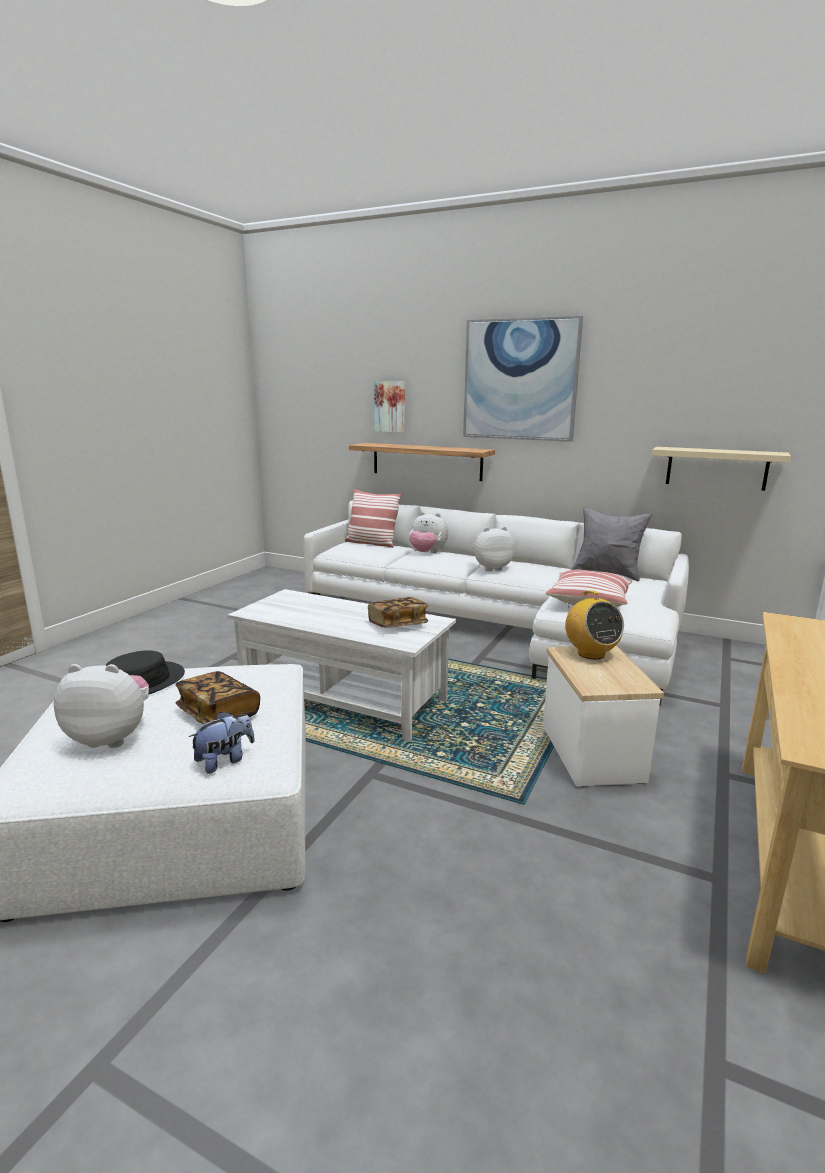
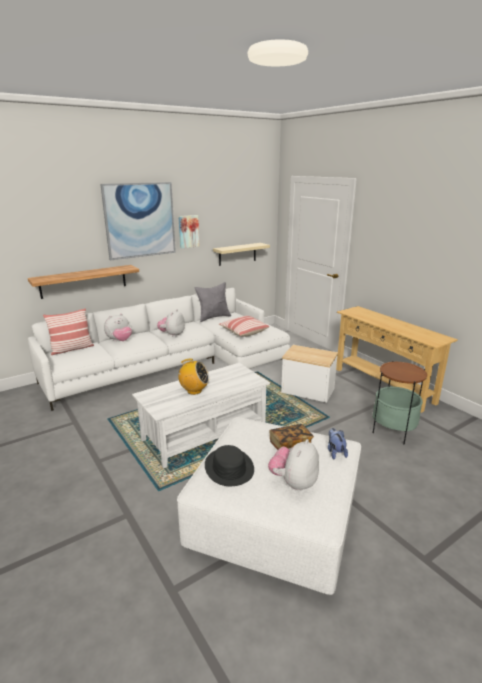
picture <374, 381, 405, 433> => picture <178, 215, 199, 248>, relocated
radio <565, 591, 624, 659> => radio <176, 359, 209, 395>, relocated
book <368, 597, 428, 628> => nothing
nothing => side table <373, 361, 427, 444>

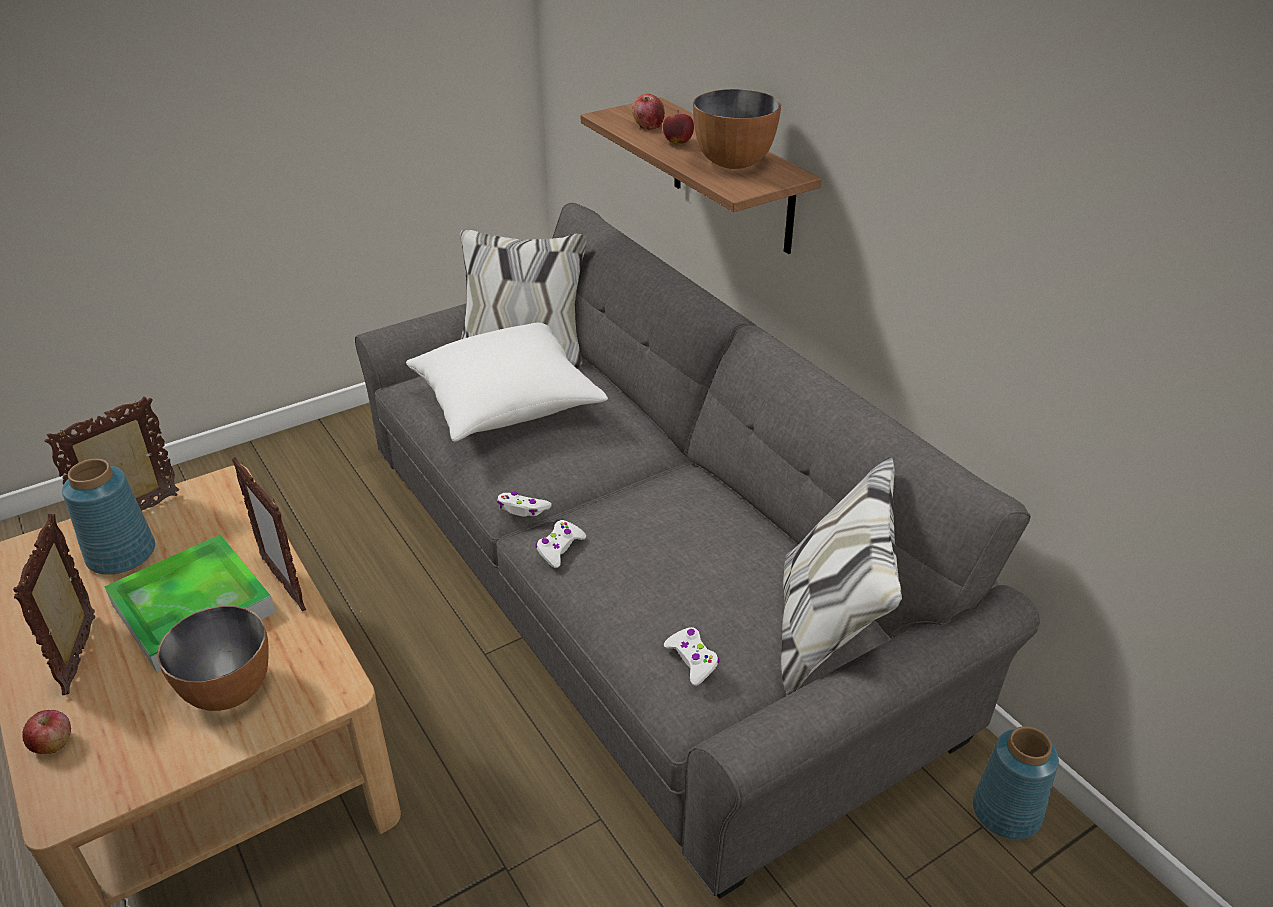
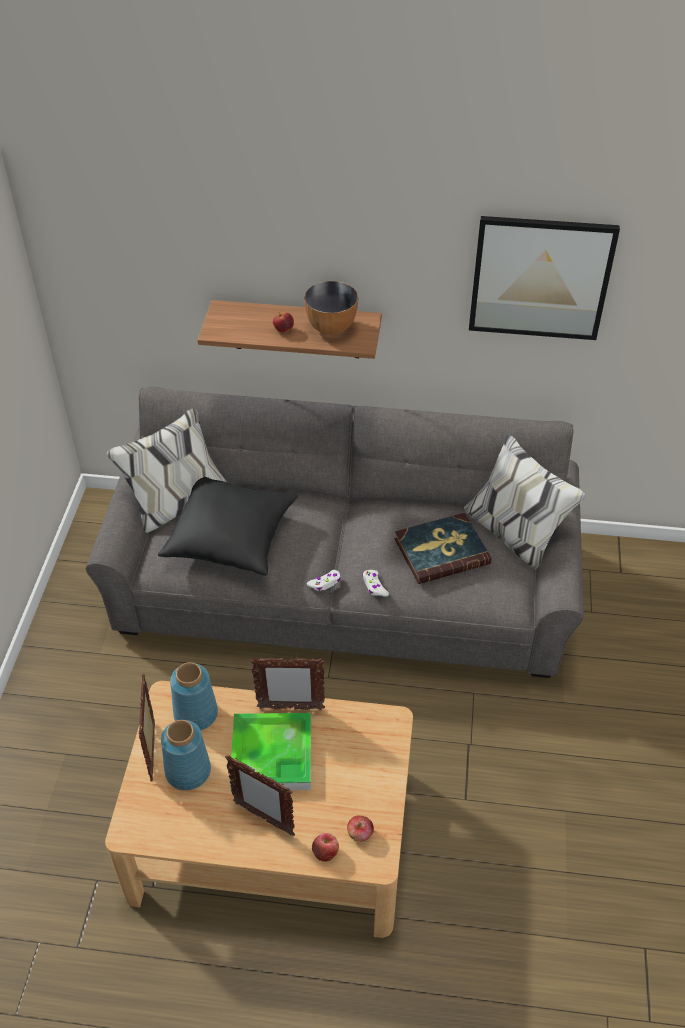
apple <632, 94, 665, 130> => apple <347, 815, 374, 842>, relocated
white pillow <406, 323, 608, 442> => black pillow <158, 477, 298, 576>
bowl <157, 606, 269, 711> => nothing
white game controller <664, 627, 719, 686> => nothing
blue vase <973, 726, 1059, 840> => blue vase <170, 662, 218, 730>, relocated
nothing => picture <469, 216, 620, 340>
nothing => book <395, 513, 491, 584>

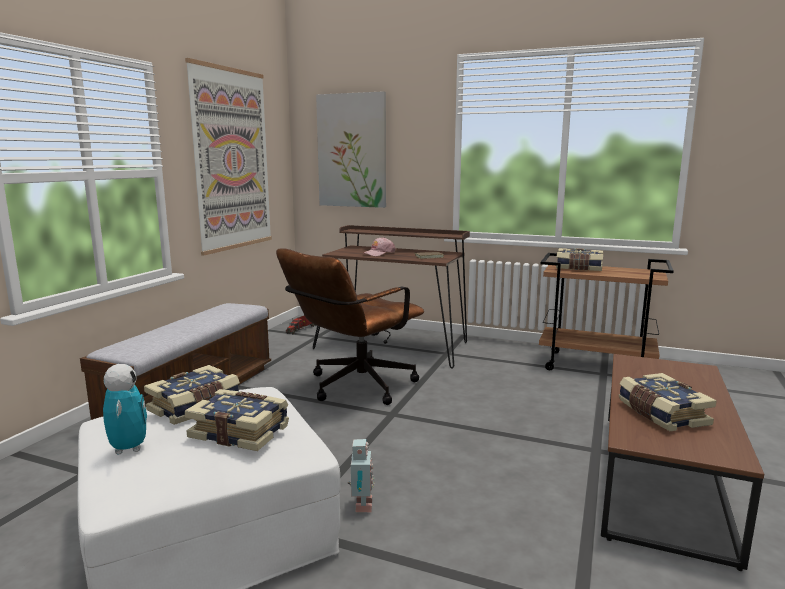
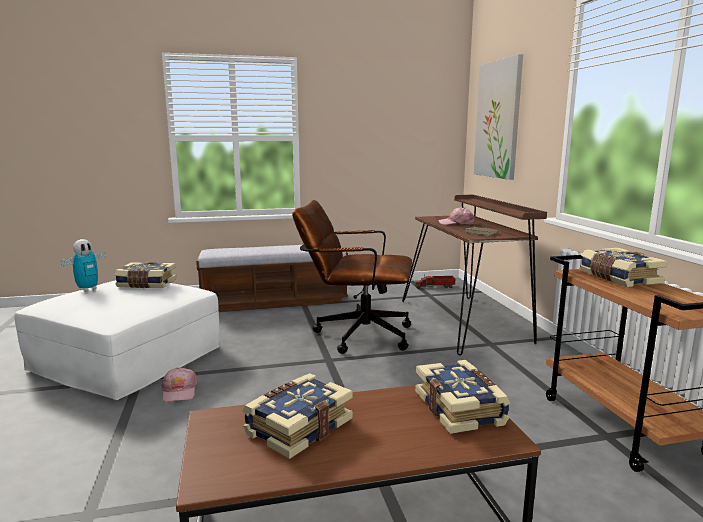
picture <185, 58, 272, 256> => nothing
book <185, 389, 289, 451> => book <415, 360, 510, 434>, relocated
toy robot <348, 439, 375, 512> => pink cap <162, 367, 198, 402>

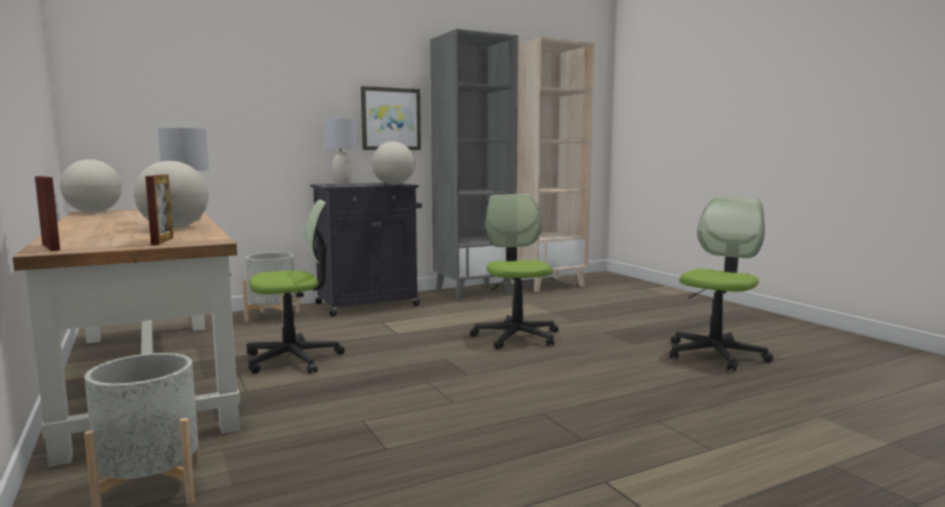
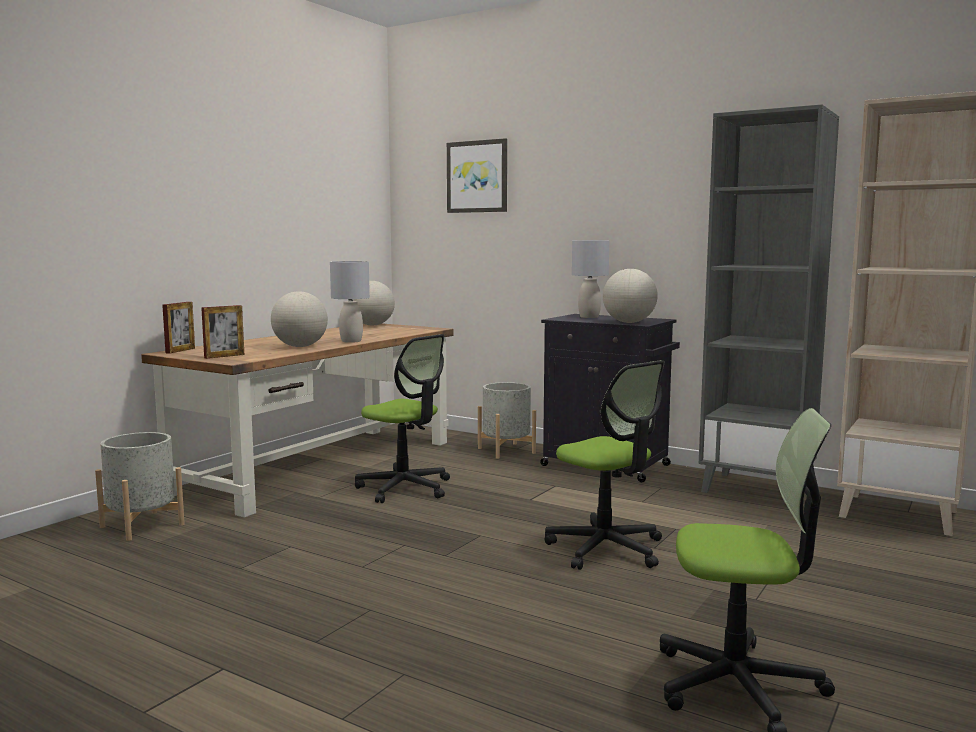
picture <361, 86, 421, 150> => picture <447, 138, 507, 213>, relocated
office chair <470, 194, 559, 349> => office chair <545, 360, 665, 570>, 90 degrees clockwise

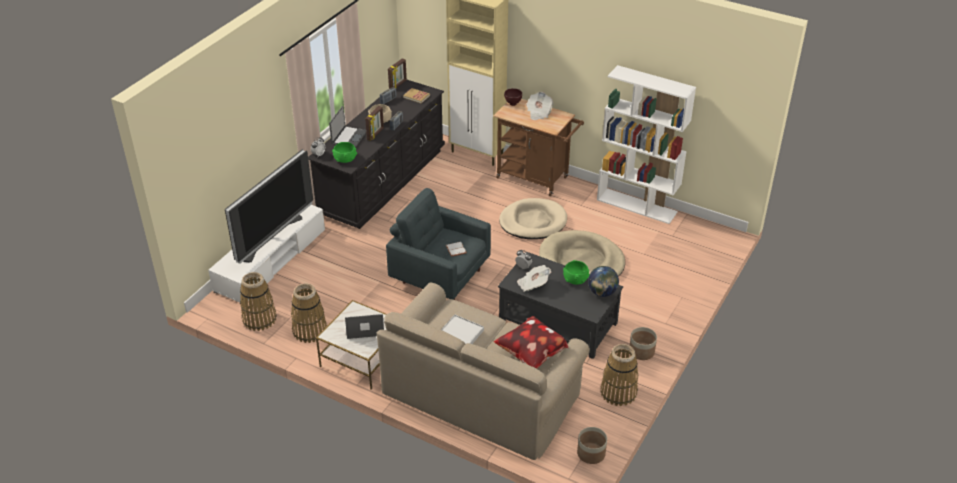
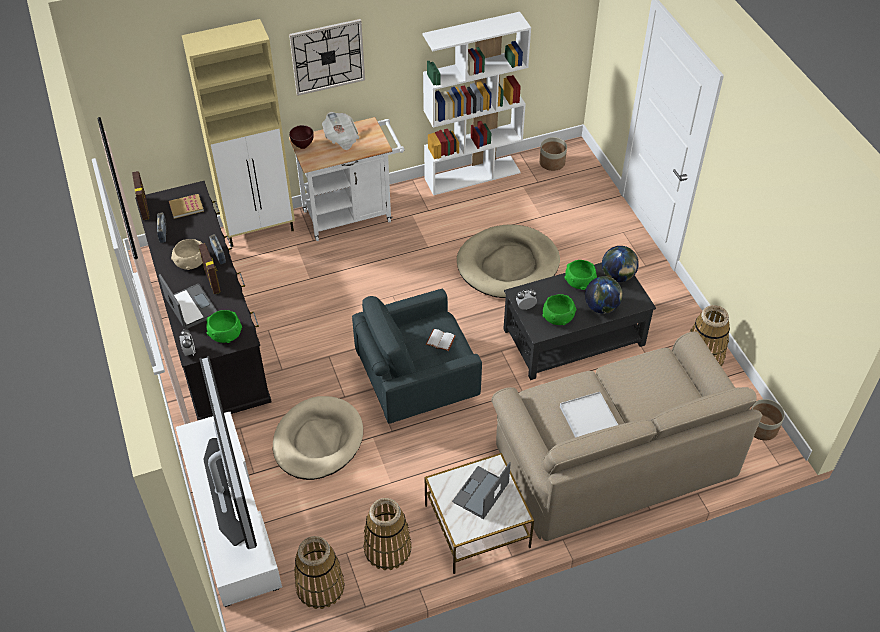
brown cart <494, 99, 584, 196> => white cart <289, 117, 405, 241>
beige dog bed <499, 198, 567, 239> => beige dog bed <273, 396, 363, 480>, relocated
newspaper <517, 265, 551, 292> => green bowl <542, 294, 576, 325>
pillow <494, 316, 568, 369> => nothing
planter <630, 327, 657, 360> => planter <539, 137, 567, 171>, relocated
nothing => wall clock <289, 19, 365, 96>
nothing => globe <585, 276, 623, 314>

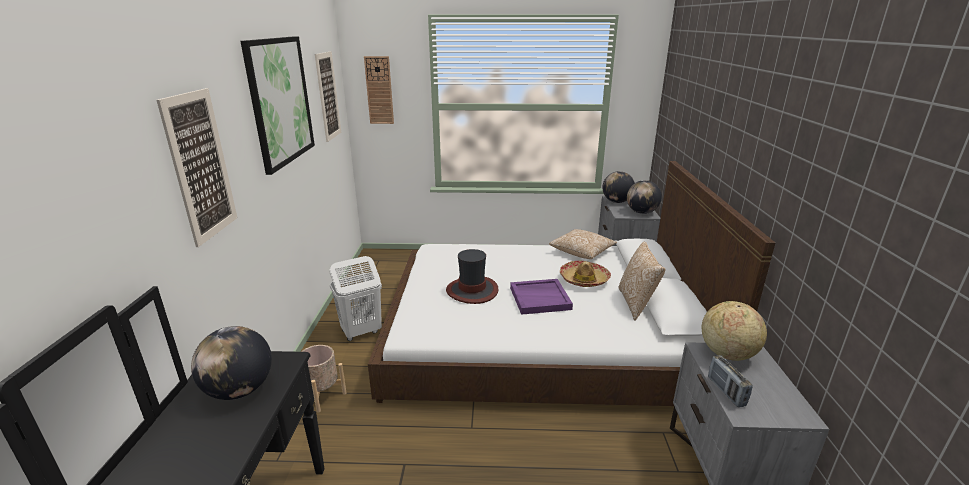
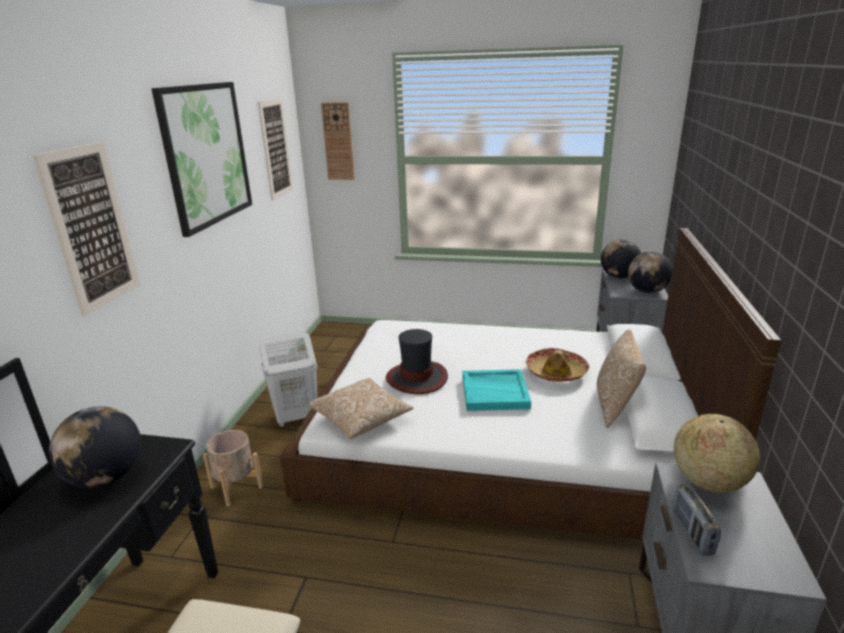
pillow <549, 229, 617, 259> => pillow <308, 378, 413, 439>, relocated
purple tray <510, 279, 573, 315> => turquoise tray <463, 369, 531, 411>

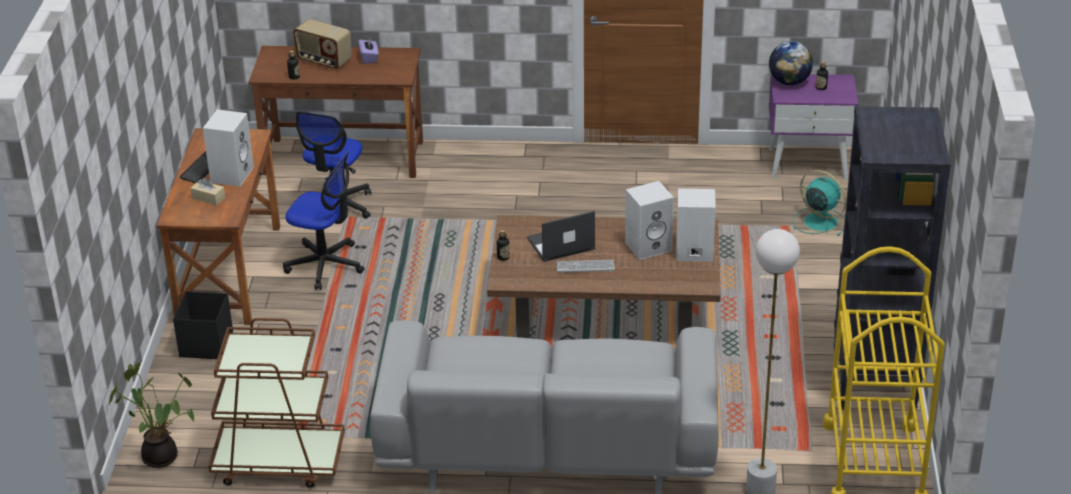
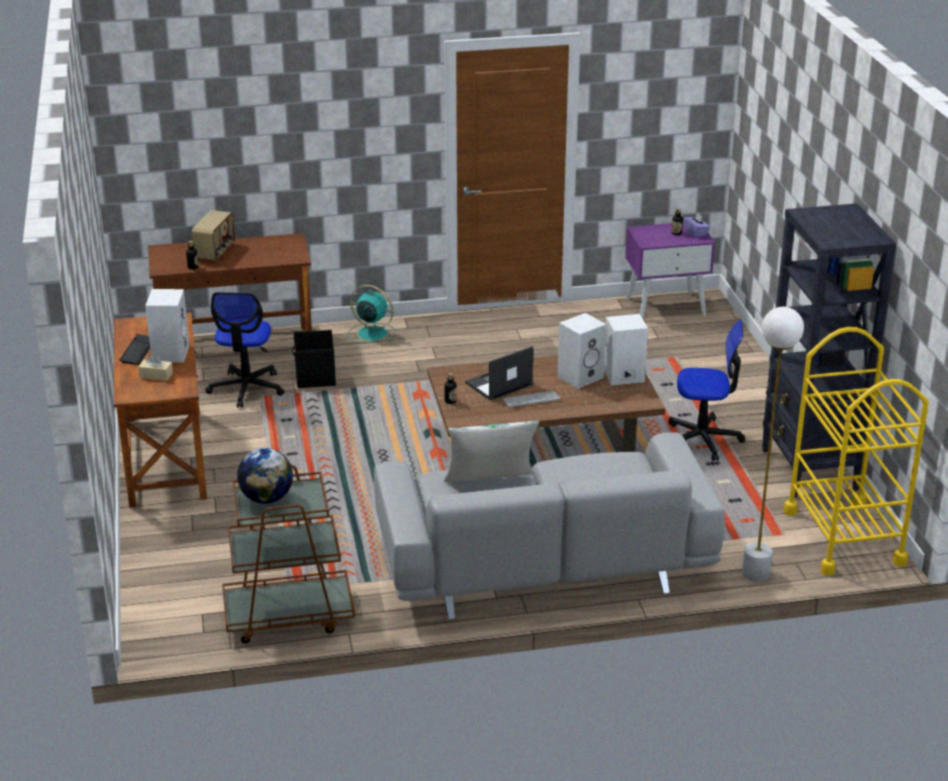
radio <293, 19, 352, 69> => radio <192, 210, 235, 260>, 90 degrees counterclockwise
purple tissue box <358, 38, 379, 64> => purple tissue box <684, 212, 710, 238>, relocated
globe <769, 41, 813, 85> => globe <237, 448, 293, 504>, relocated
office chair <283, 151, 365, 290> => office chair <669, 320, 745, 461>, relocated
turquoise fan <793, 170, 847, 236> => turquoise fan <347, 285, 396, 344>, relocated
black storage box <173, 291, 233, 359> => black storage box <292, 330, 336, 388>, relocated
potted plant <109, 363, 194, 468> => nothing
nothing => white pillow <444, 420, 539, 482>

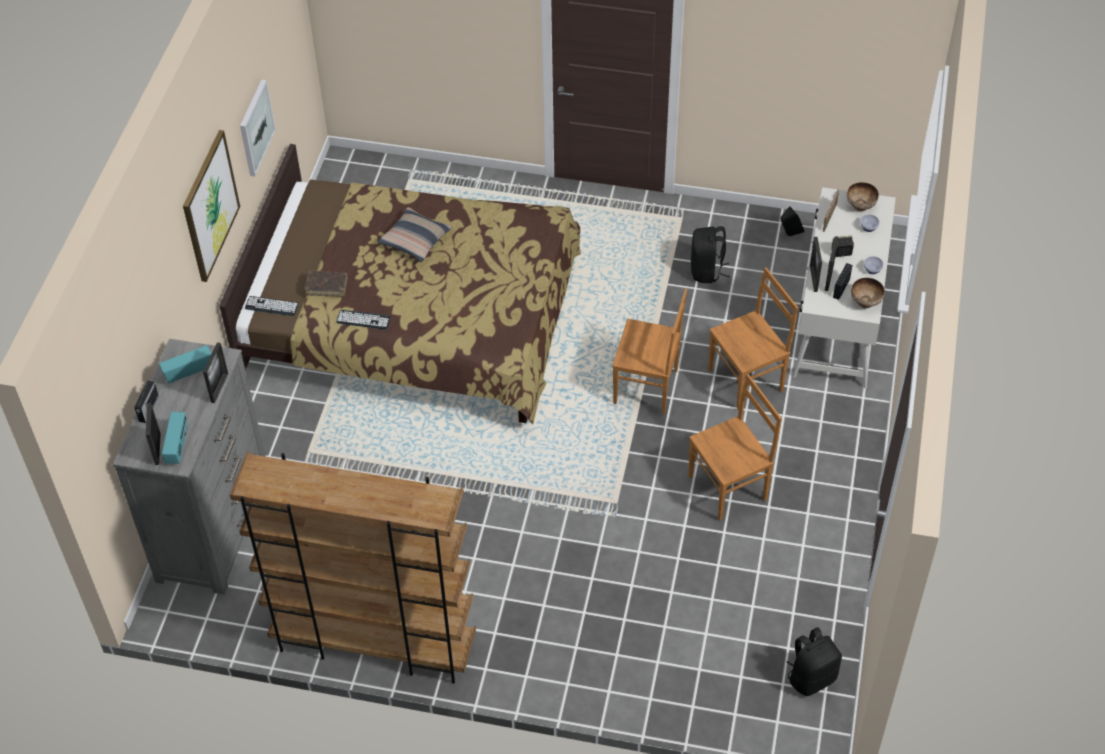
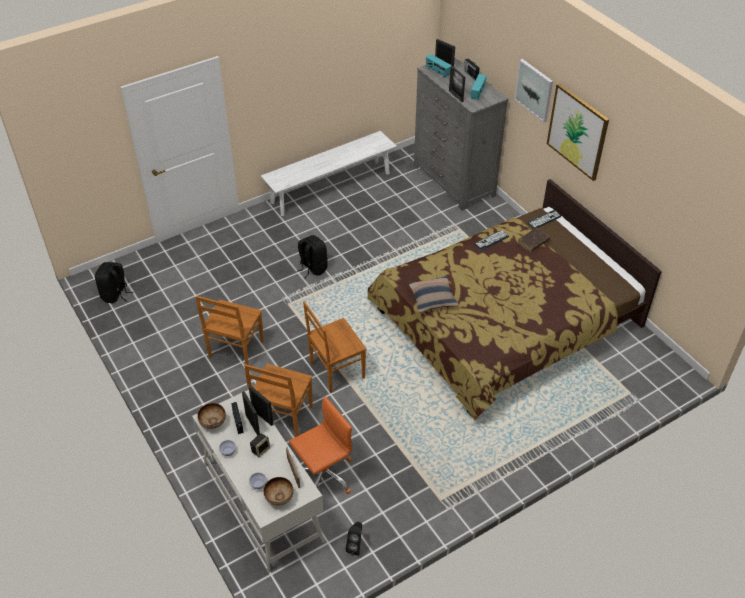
picture <240, 80, 276, 176> => picture <515, 59, 553, 123>, relocated
pillow <377, 207, 452, 262> => pillow <408, 276, 459, 313>, relocated
black backpack <691, 226, 730, 283> => black backpack <297, 235, 328, 278>, relocated
brown bookcase <230, 451, 476, 683> => white bench <261, 131, 397, 216>
nothing => orange office chair <289, 396, 352, 494>

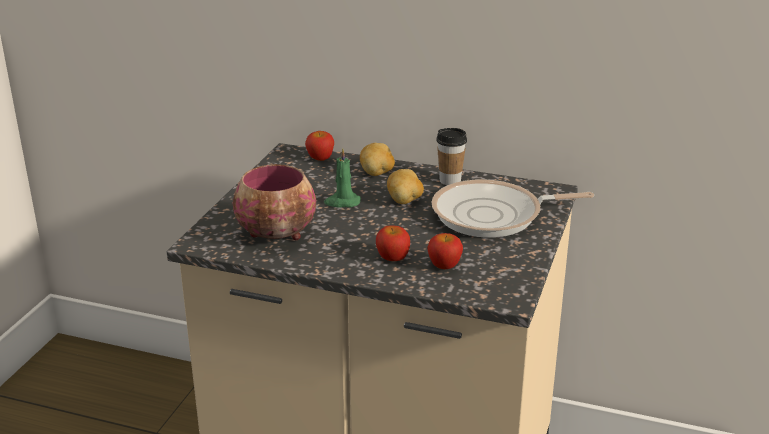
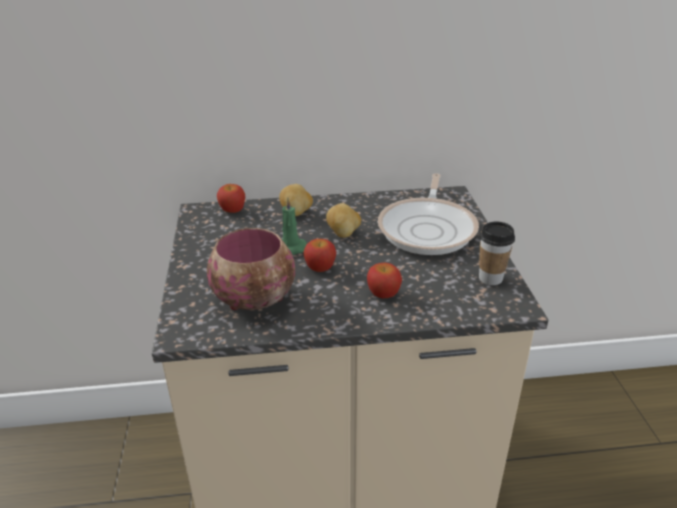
cup <436, 128, 467, 185> => cup <479, 221, 515, 285>, relocated
frying pan <431, 179, 594, 238> => frying pan <378, 173, 479, 255>, 45 degrees counterclockwise
apple <428, 233, 463, 269> => apple <304, 239, 336, 272>, relocated

